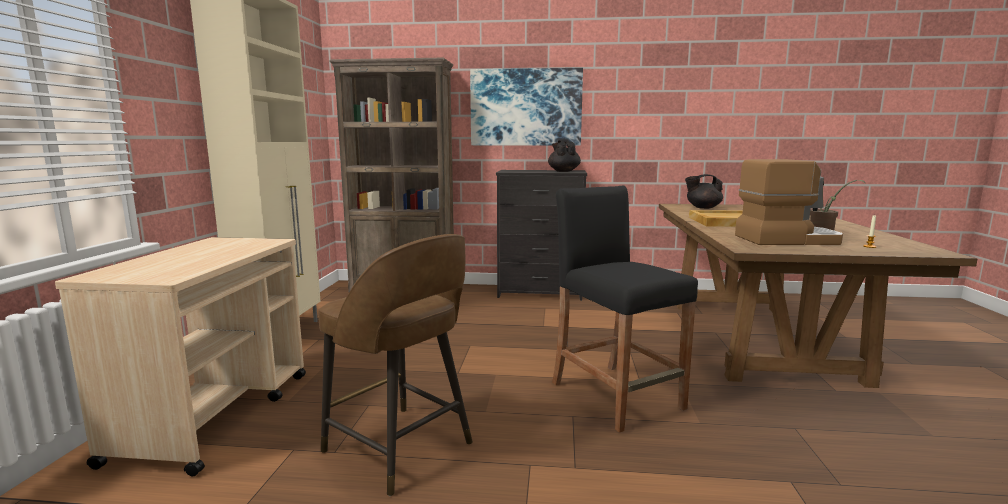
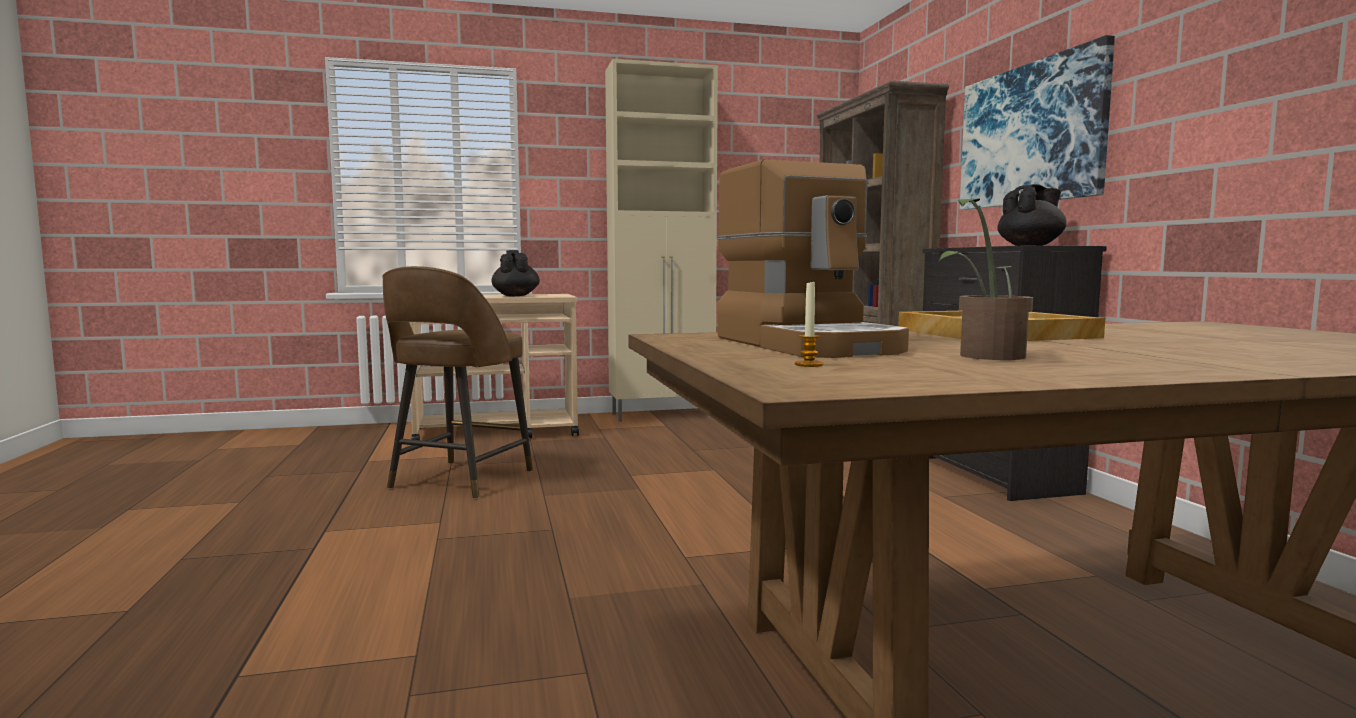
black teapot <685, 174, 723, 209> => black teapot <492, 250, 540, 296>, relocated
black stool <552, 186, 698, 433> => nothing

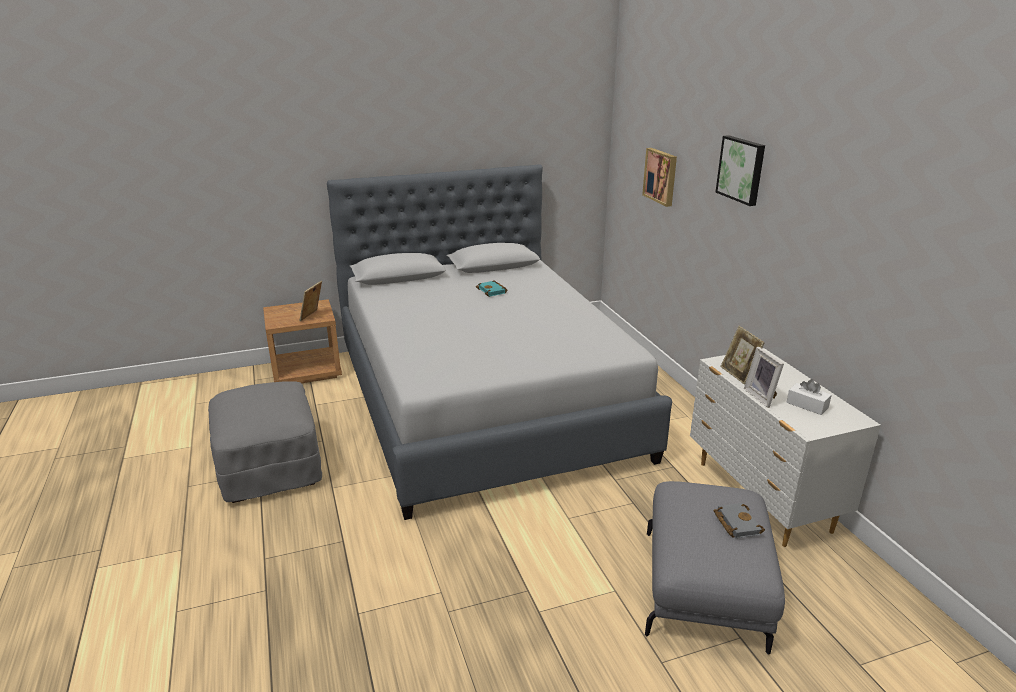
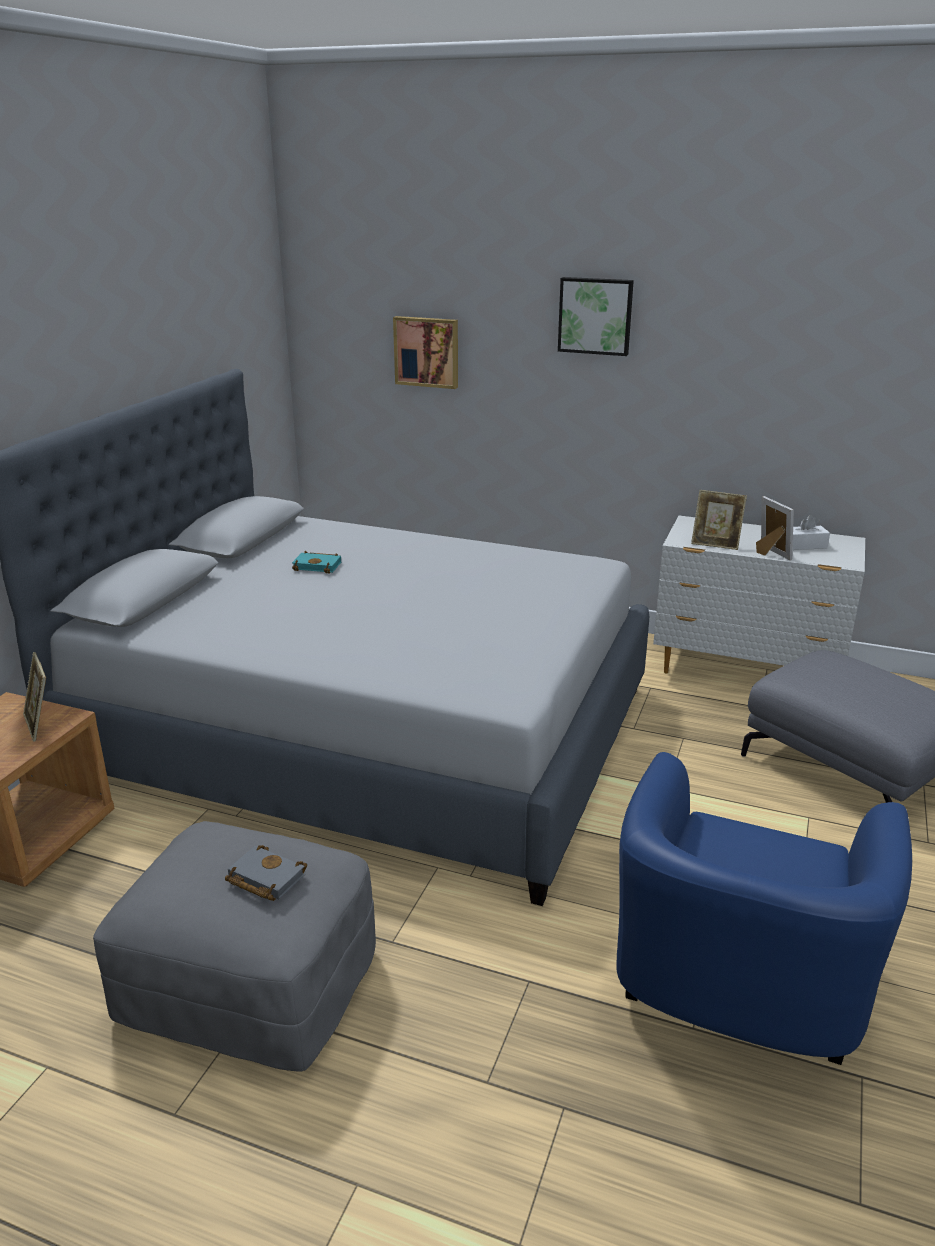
picture frame <744, 347, 784, 408> => picture frame <756, 496, 794, 560>, 135 degrees counterclockwise
grey book <714, 503, 765, 538> => grey book <225, 845, 307, 901>, relocated
nothing => blue armchair <616, 752, 912, 1065>

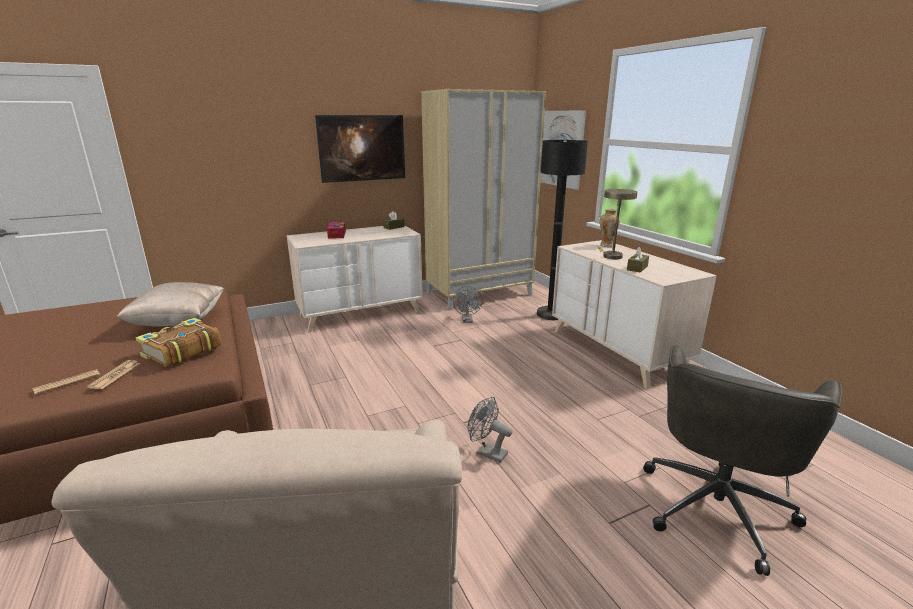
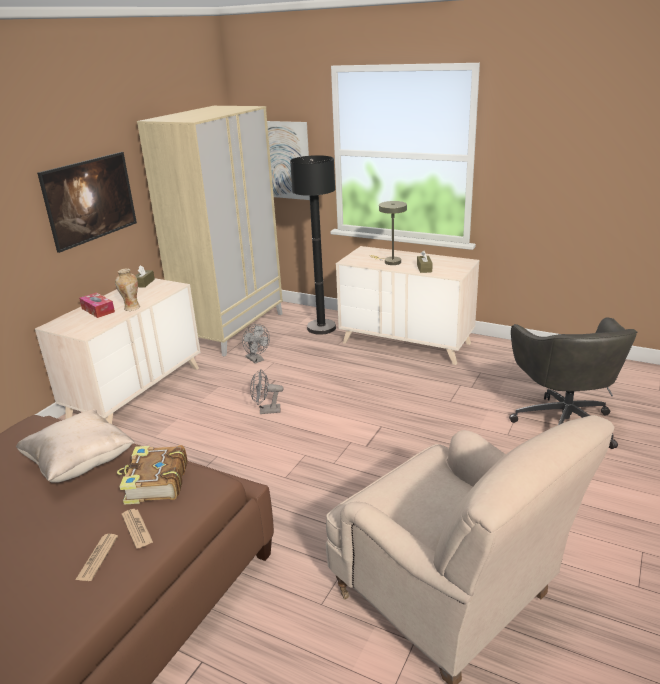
vase <600, 209, 620, 247> => vase <115, 268, 140, 311>, relocated
grey fan <467, 397, 512, 463> => grey fan <250, 369, 284, 414>, relocated

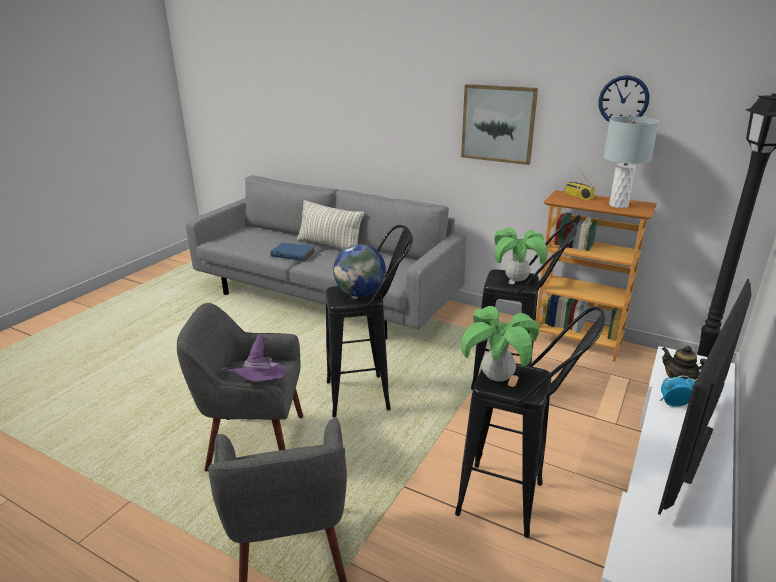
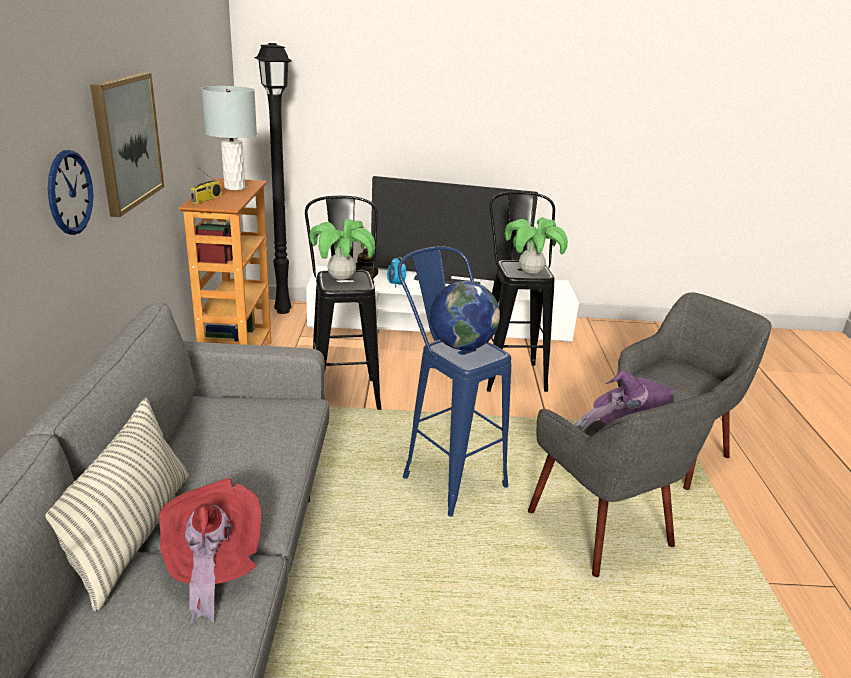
wall clock <599, 75, 649, 122> => wall clock <48, 150, 94, 235>, relocated
black stool <326, 225, 413, 417> => blue stool <398, 246, 511, 517>
blue book <271, 242, 316, 261> => red hat <159, 478, 261, 624>

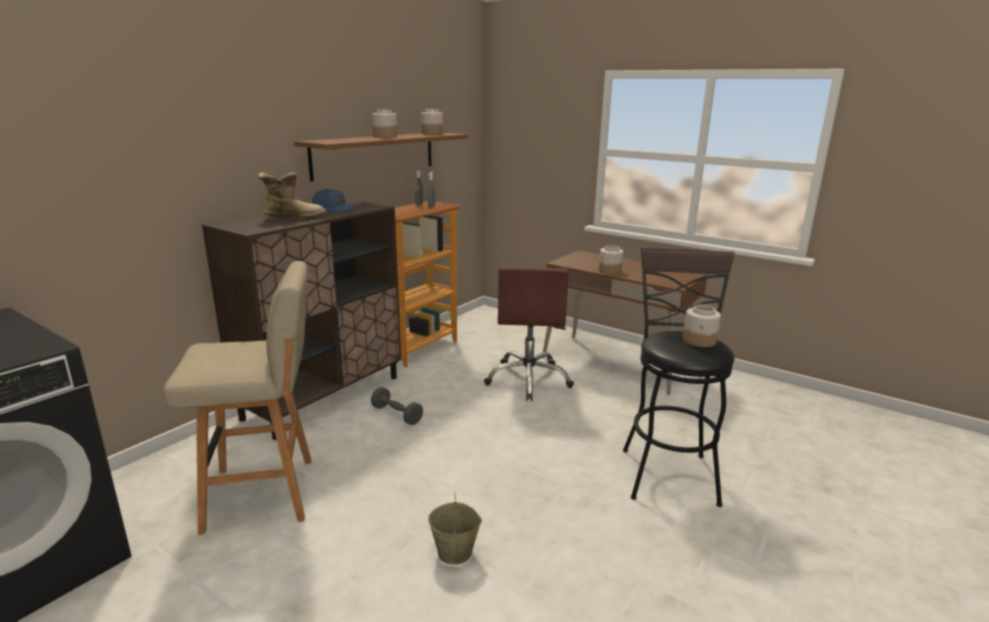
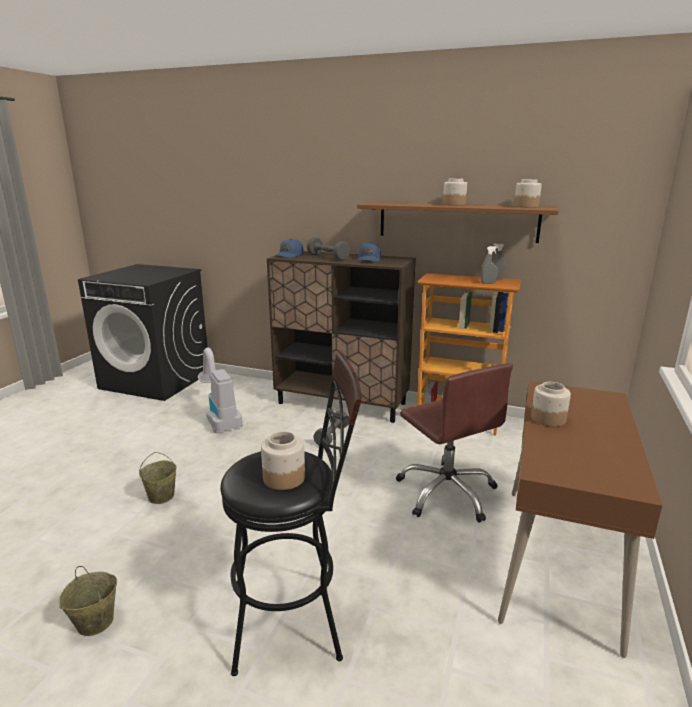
boot <257, 172, 326, 219> => grey dumbbell <307, 237, 350, 260>
beige stool <164, 261, 312, 535> => vacuum cleaner <198, 348, 243, 433>
brown office chair <484, 267, 574, 401> => brown office chair <396, 363, 513, 523>, 105 degrees counterclockwise
nothing => blue cap <275, 239, 304, 258>
nothing => beige bucket <59, 566, 117, 636>

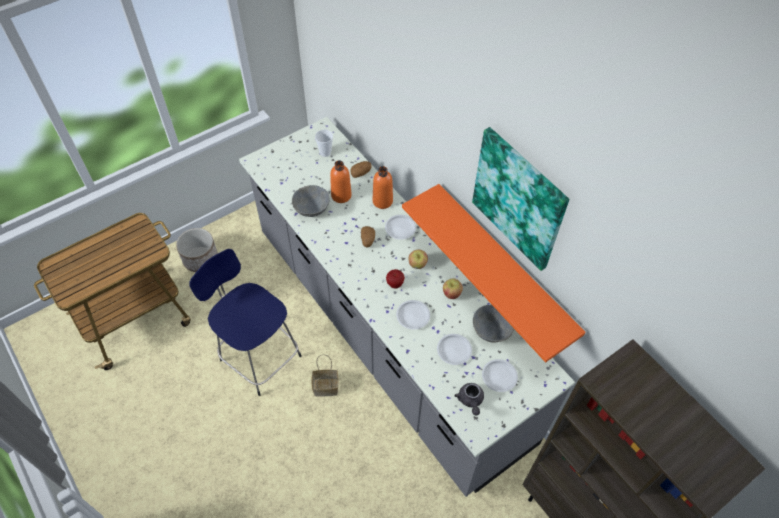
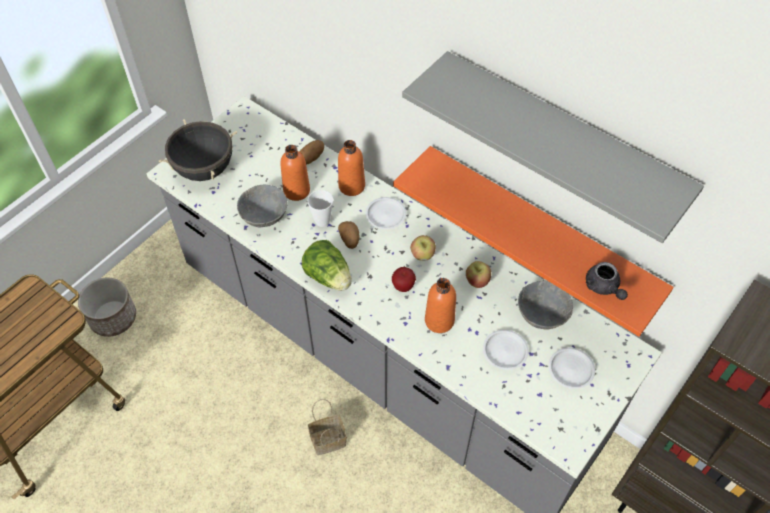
picture <472, 127, 569, 271> => grey shelf <402, 51, 704, 243>
cup <315, 130, 333, 157> => cup <307, 190, 333, 227>, relocated
blue stool <190, 249, 302, 396> => nothing
white plate <396, 300, 430, 329> => orange bottle <425, 278, 456, 333>
grey teapot <455, 383, 484, 415> => grey teapot <586, 262, 628, 300>, relocated
nothing => black cooking pot <159, 120, 237, 181>
nothing => lettuce <302, 240, 352, 291>

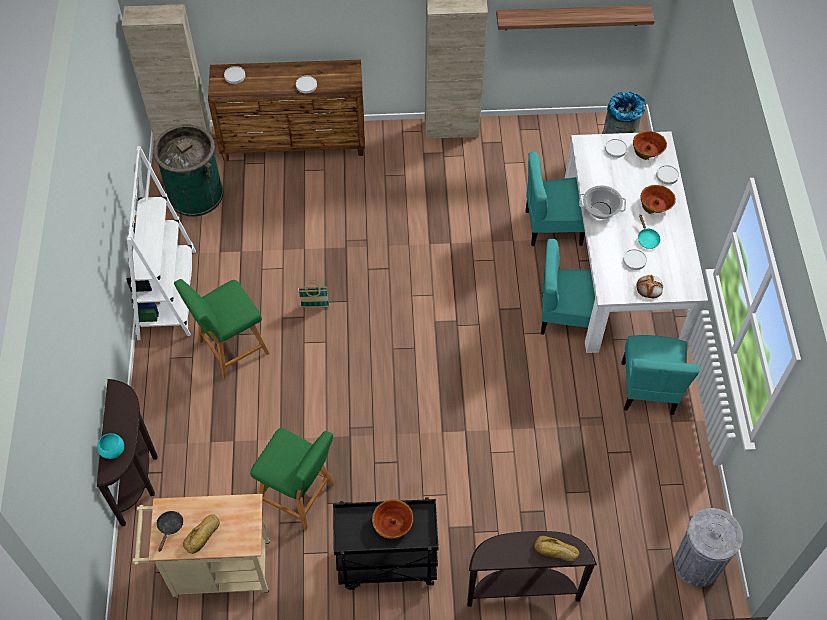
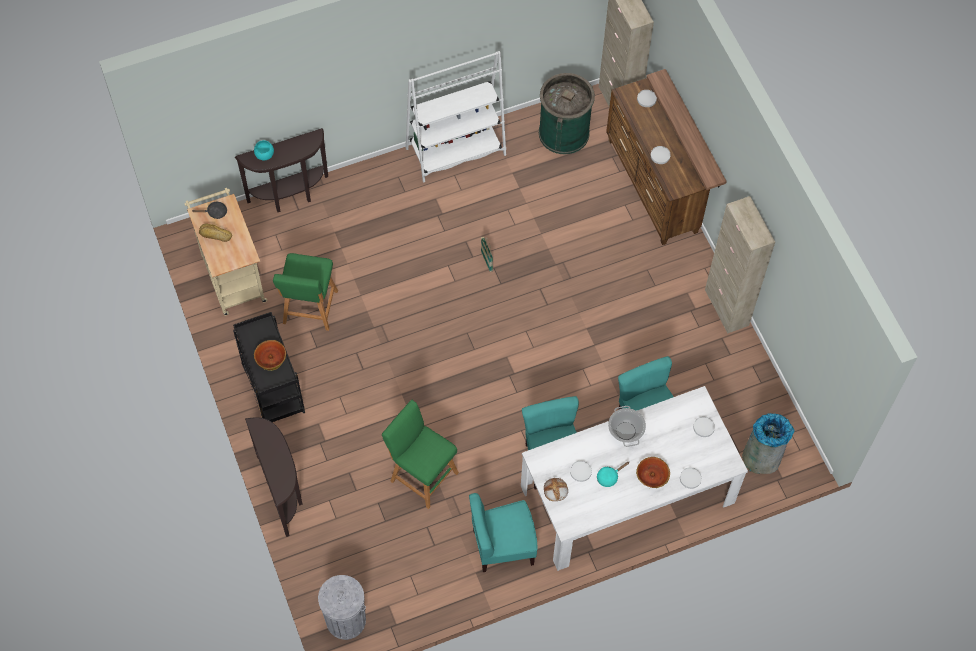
shelf <496, 5, 655, 30> => shelf <646, 69, 727, 190>, relocated
bowl <633, 131, 667, 160> => nothing
green stool <174, 279, 270, 379> => green stool <382, 400, 459, 509>, relocated
bread <534, 536, 579, 562> => nothing

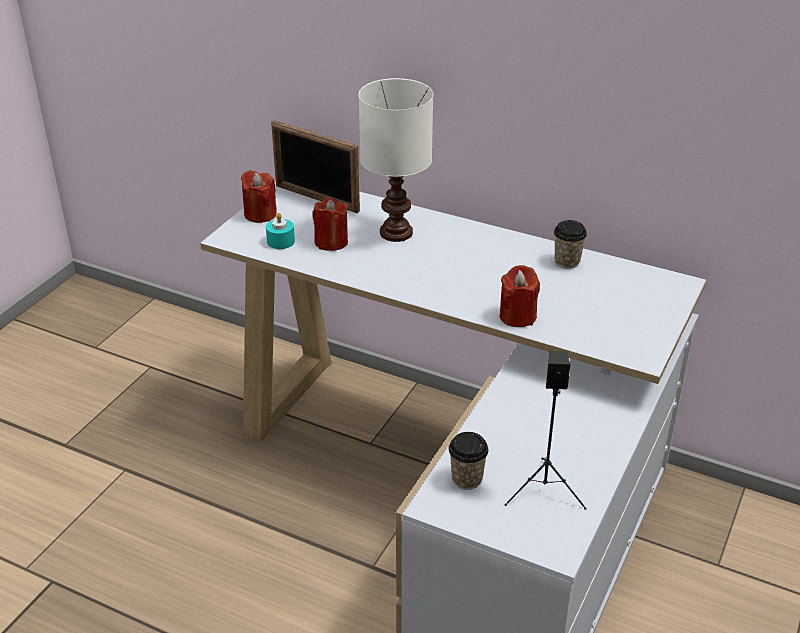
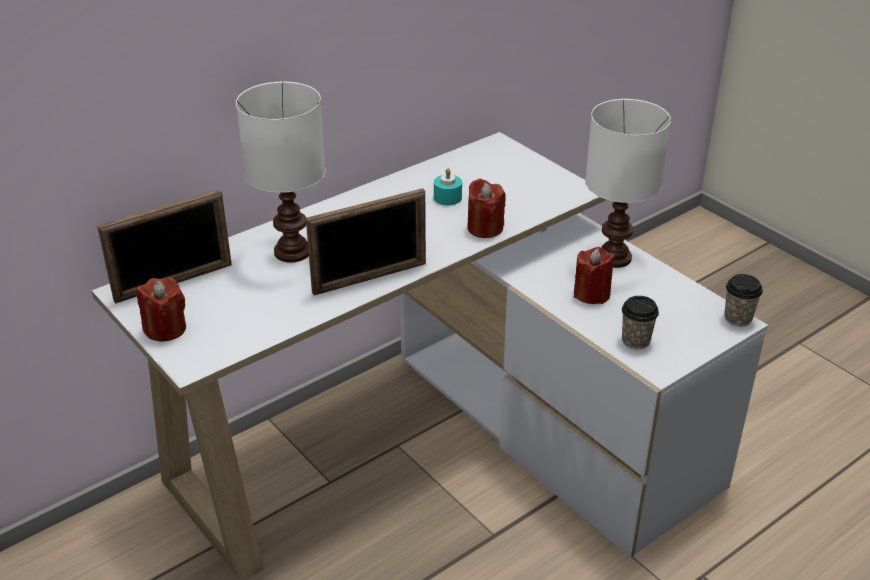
red candle <312, 197, 348, 251> => red candle <574, 247, 615, 304>, relocated
turquoise candle <266, 213, 295, 249> => turquoise candle <434, 168, 462, 205>, relocated
cup <554, 220, 587, 269> => cup <724, 274, 763, 327>, relocated
black speaker <505, 351, 587, 510> => nothing
nothing => white table lamp <585, 99, 671, 268>
nothing => picture frame <306, 188, 426, 295>

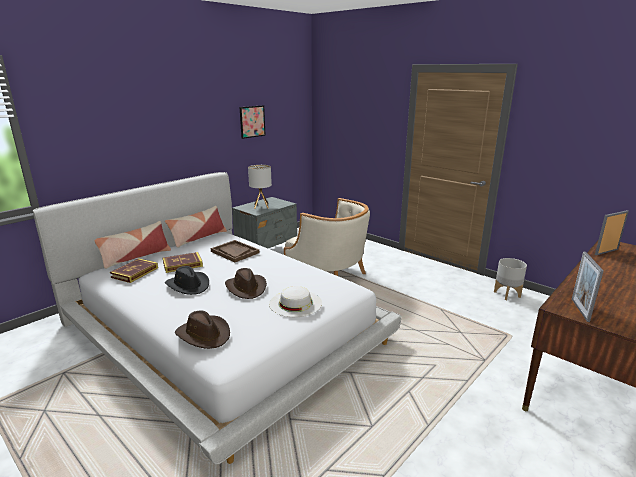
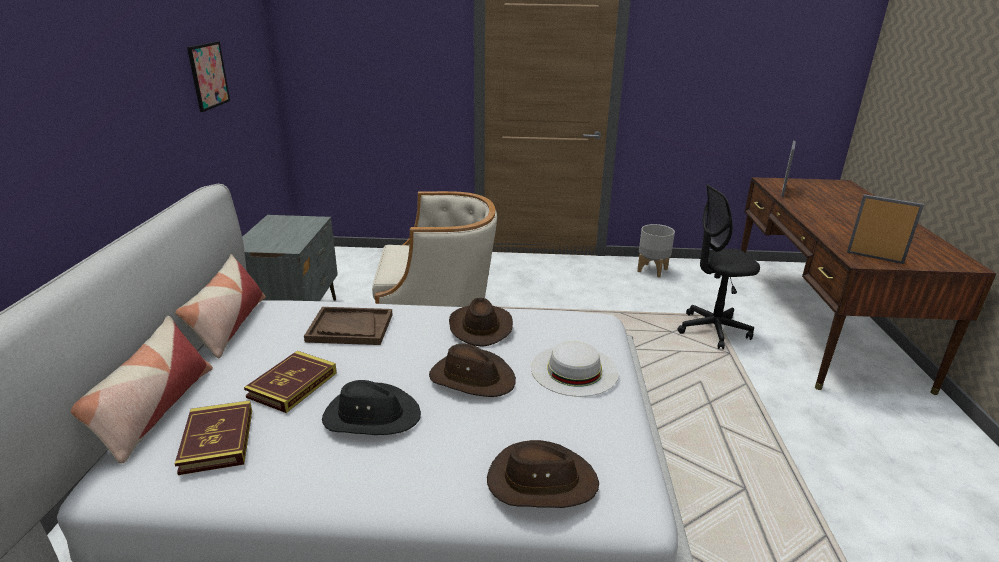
table lamp <248, 165, 272, 209> => nothing
picture frame <572, 252, 603, 322> => picture frame <847, 194, 924, 264>, 150 degrees clockwise
nothing => black office chair <678, 184, 760, 349>
nothing => brown hat <449, 298, 513, 347>

